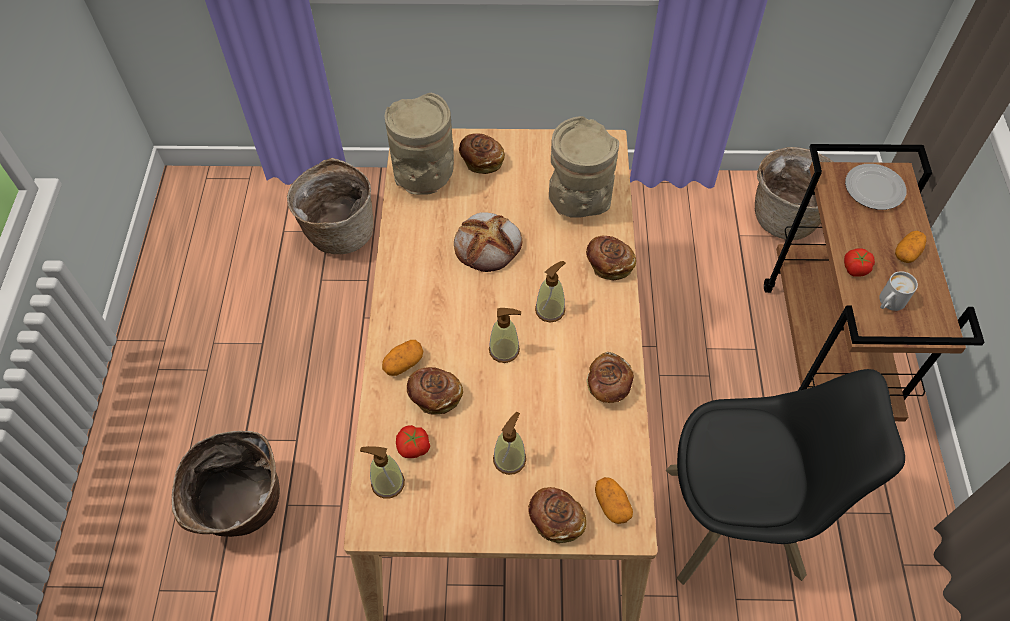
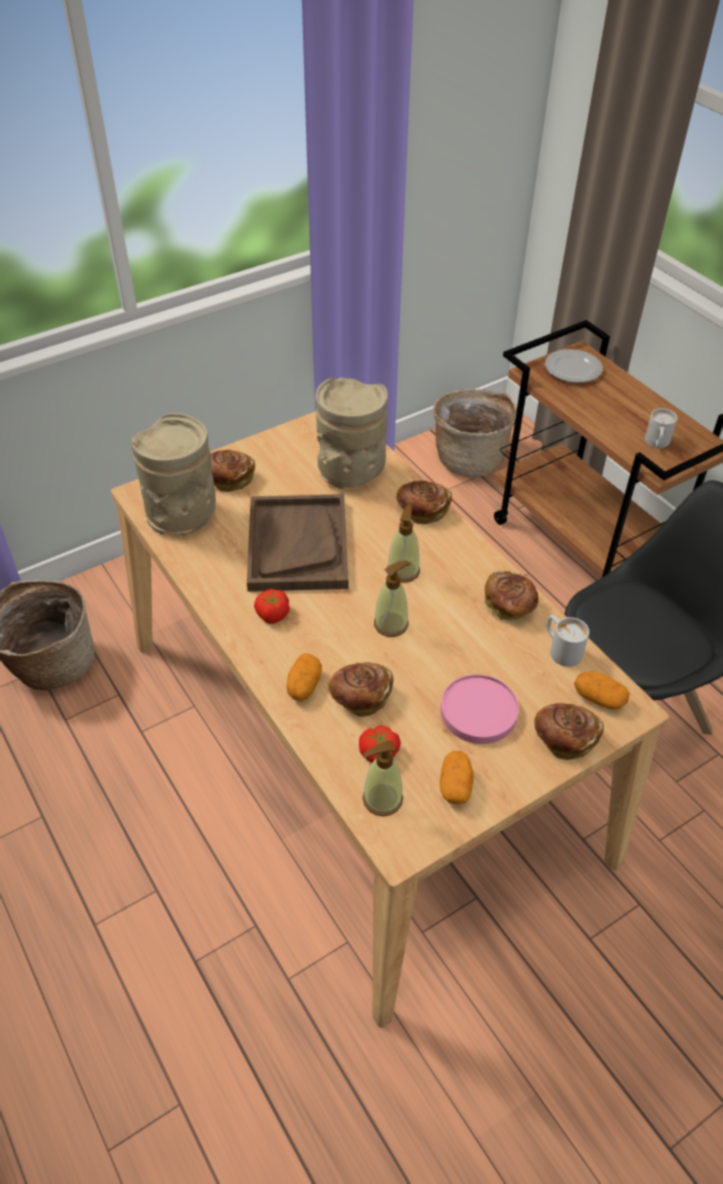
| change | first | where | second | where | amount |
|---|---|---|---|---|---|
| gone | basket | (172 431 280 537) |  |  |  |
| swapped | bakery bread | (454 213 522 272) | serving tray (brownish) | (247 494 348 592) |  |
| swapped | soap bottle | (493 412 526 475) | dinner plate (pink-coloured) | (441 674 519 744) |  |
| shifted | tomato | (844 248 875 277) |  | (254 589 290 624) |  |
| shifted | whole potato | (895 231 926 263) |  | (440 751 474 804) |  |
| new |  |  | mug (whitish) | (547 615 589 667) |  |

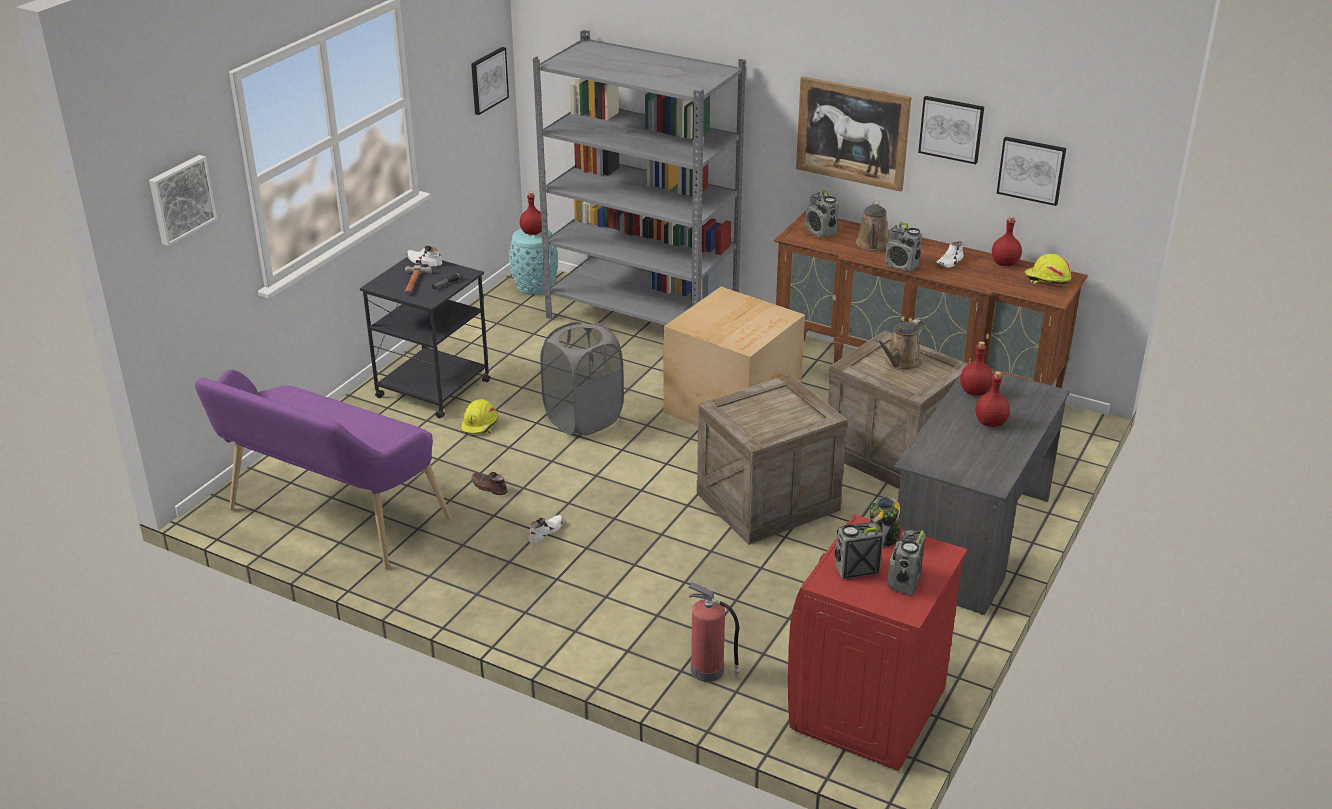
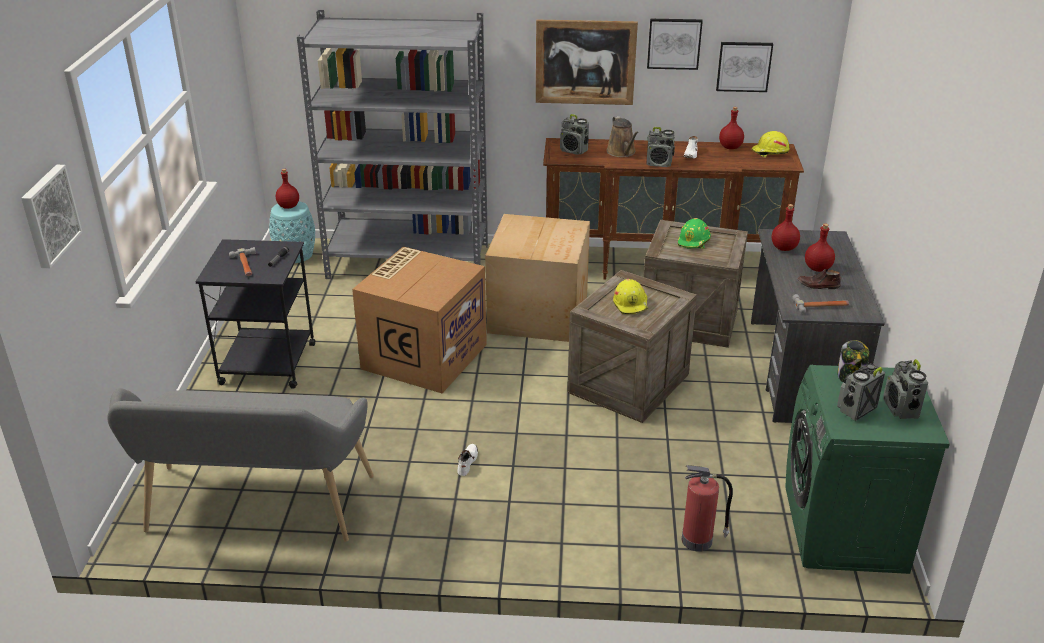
| change | first | where | second | where | amount |
|---|---|---|---|---|---|
| repainted | bench (purple-coloured) | (195 370 452 569) | bench (grey) | (107 388 374 542) |  |
| gone | shoe (whitish) | (406 246 442 266) |  |  |  |
| shifted | work helmet (yellow-coloured) | (461 399 498 434) |  | (613 279 648 314) |  |
| gone | wall picture | (471 47 509 115) |  |  |  |
| shifted | shoe (brownish) | (471 472 508 495) |  | (798 269 841 289) |  |
| swapped | laundry basket (grey) | (540 322 624 435) | cardboard box | (352 246 487 393) |  |
| repainted | laundry machine (red) | (788 514 967 771) | laundry machine (greenish) | (785 365 950 574) |  |
| swapped | sprinkling can (brownish) | (875 319 924 370) | work helmet (greenish) | (678 218 711 249) |  |
| new |  |  | hand hammer | (792 294 849 314) |  |

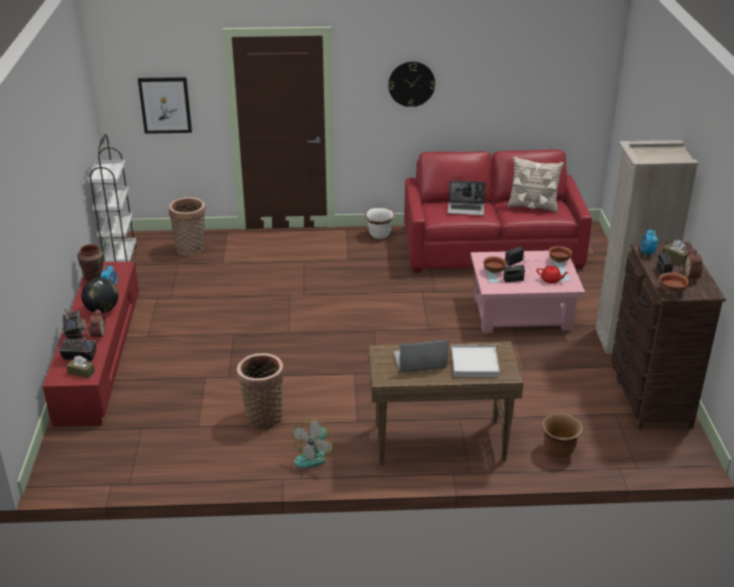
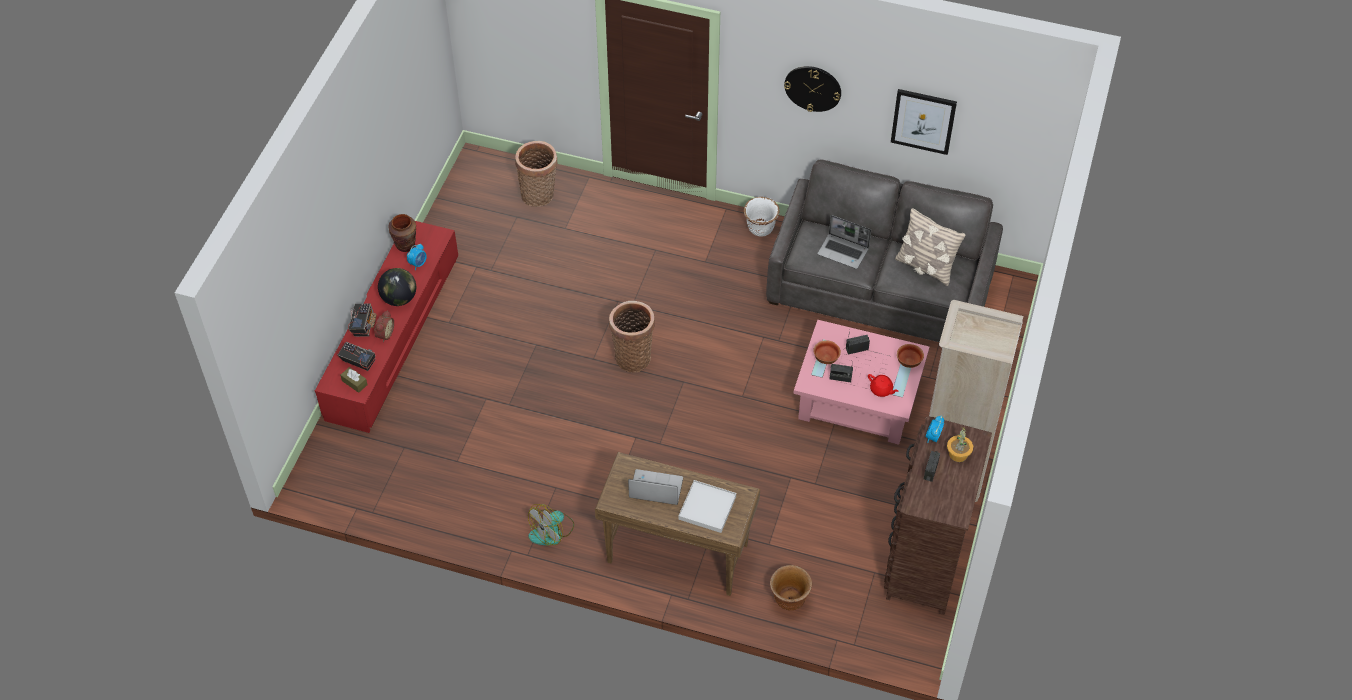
| change | first | where | second | where | amount |
|---|---|---|---|---|---|
| gone | trolley (whitish) | (88 134 137 262) |  |  |  |
| shifted | wall picture | (138 77 192 134) |  | (891 89 957 155) |  |
| shifted | basket | (237 353 284 430) |  | (609 301 655 373) |  |
| repainted | couch (red) | (404 150 592 273) | couch (grey) | (766 159 1003 342) |  |
| gone | deep dish | (659 272 689 294) |  |  |  |
| swapped | box of tissues (brownish) | (662 240 688 265) | houseplant | (947 427 973 462) |  |
| gone | bedside clock | (683 248 703 282) |  |  |  |

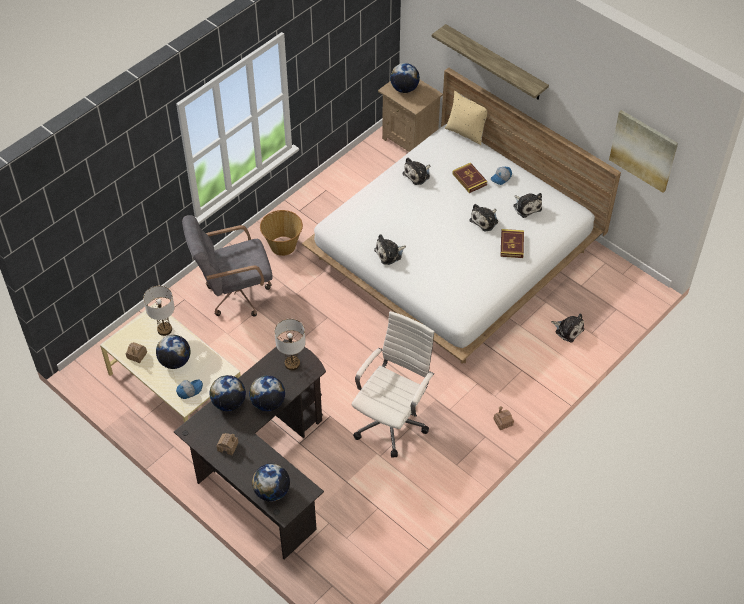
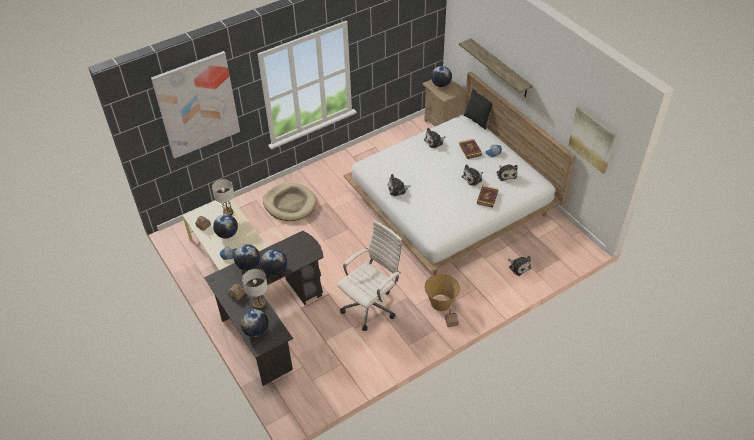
| change | first | where | second | where | amount |
|---|---|---|---|---|---|
| swapped | desk chair (grey) | (182 215 272 317) | dog cushion (beige) | (263 183 317 221) |  |
| shifted | basket | (260 210 303 256) |  | (425 274 460 311) |  |
| shifted | tabletop lamp | (274 319 306 370) |  | (242 269 268 310) |  |
| repainted | cushion (beige) | (445 91 487 145) | cushion (blackish) | (464 89 492 130) |  |
| new |  |  | wall picture | (151 51 240 159) |  |

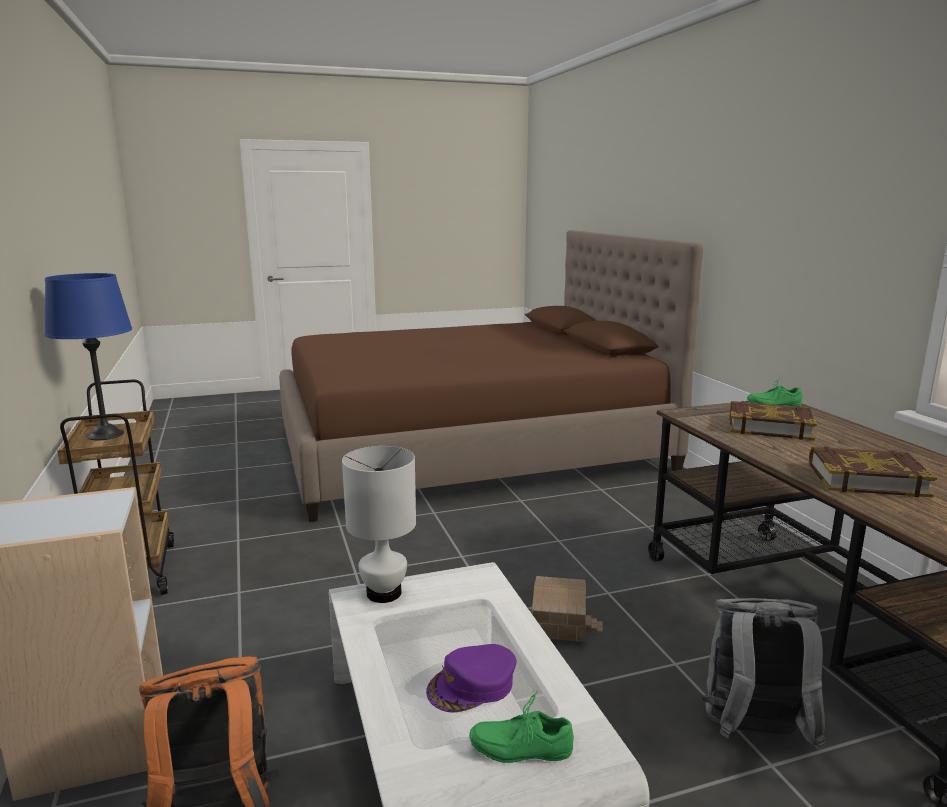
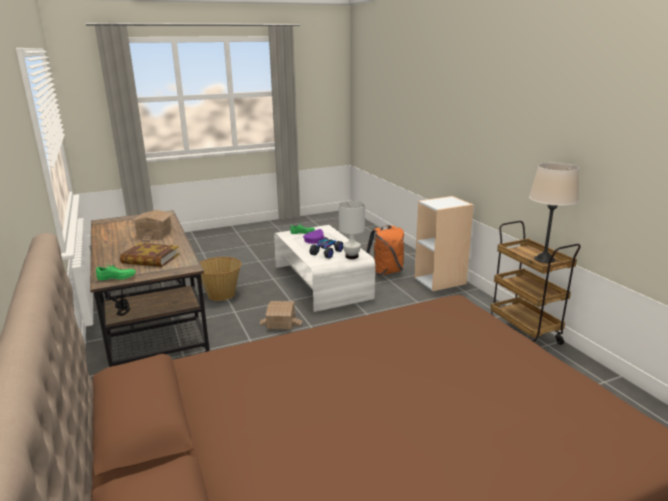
| change | first | where | second | where | amount |
|---|---|---|---|---|---|
| repainted | tabletop lamp (bluish) | (45 273 132 440) | tabletop lamp (beige) | (529 163 579 263) |  |
| swapped | rucksack (grey) | (702 598 826 750) | basket | (200 257 242 301) |  |
| swapped | bound book | (809 446 937 498) | miniature house | (132 210 172 241) |  |
| new |  |  | toy car | (310 238 343 259) |  |

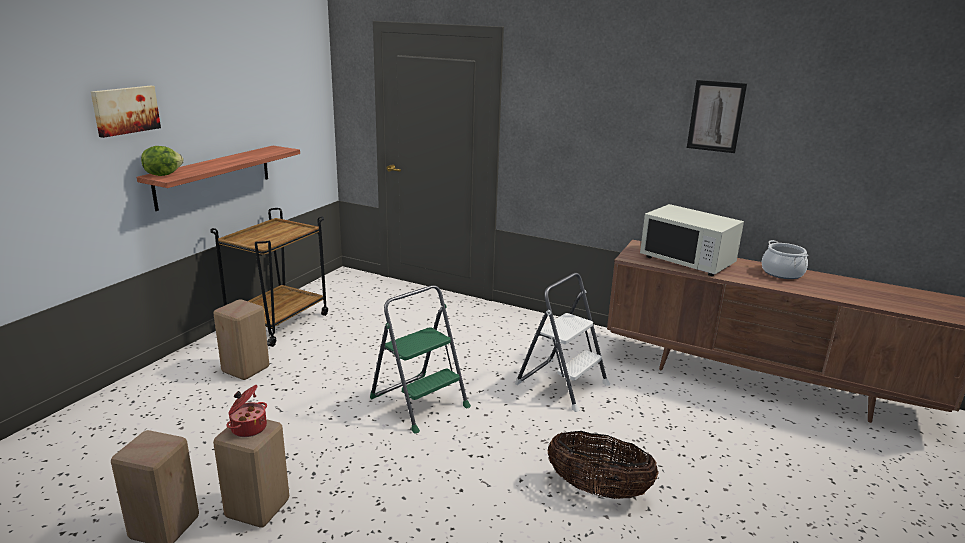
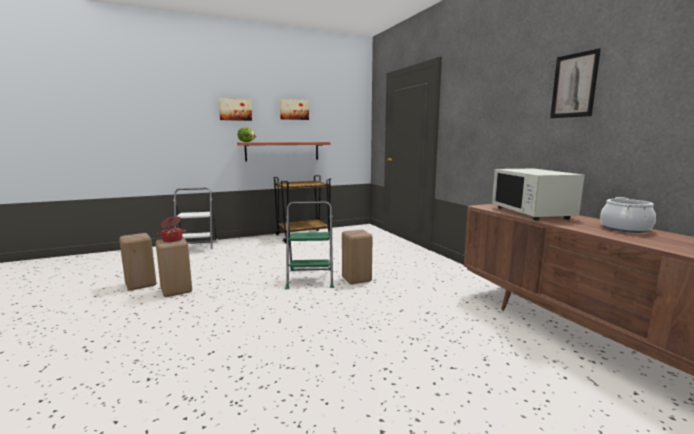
| change | first | where | second | where | amount |
|---|---|---|---|---|---|
| shifted | sitting stool (beige) | (213 299 269 380) |  | (342 230 373 284) |  |
| shifted | step stool (whitish) | (515 273 610 412) |  | (174 188 218 253) |  |
| gone | basket | (548 431 659 499) |  |  |  |
| new |  |  | wall picture | (280 99 309 120) |  |

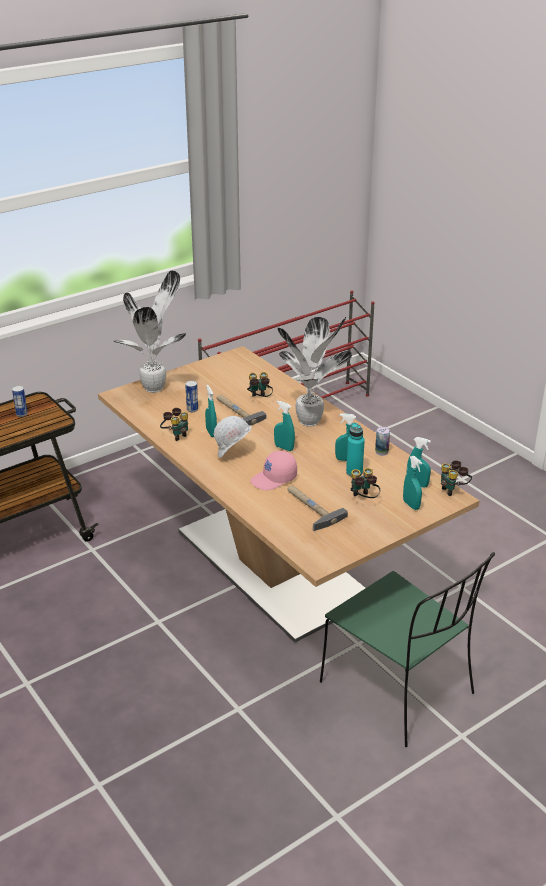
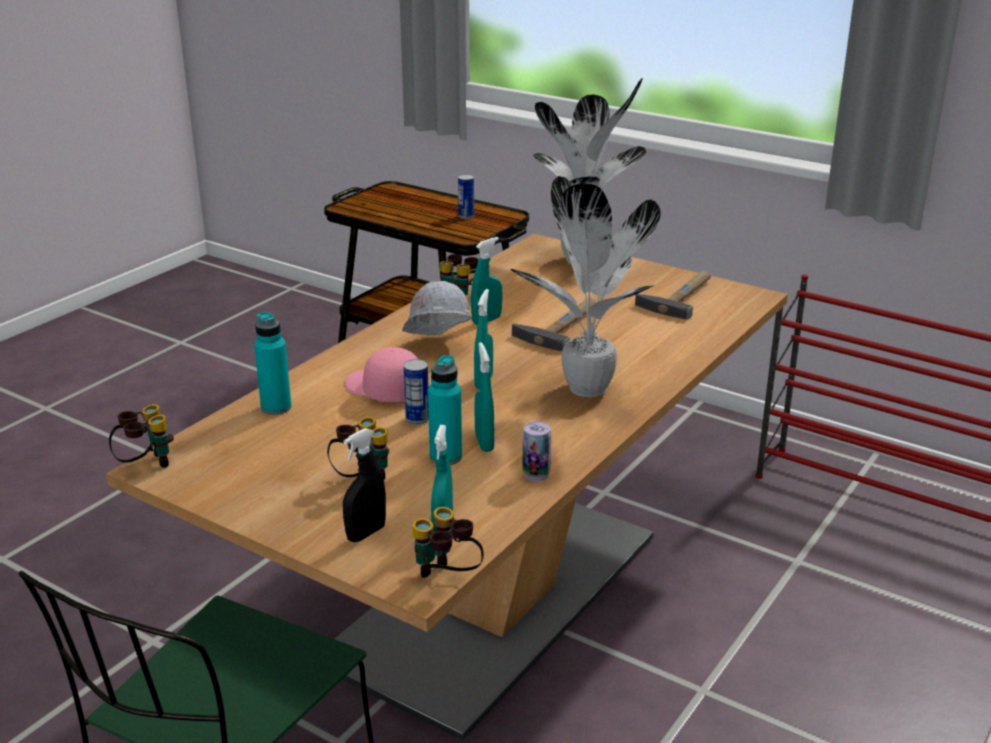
| change | first | where | second | where | amount |
|---|---|---|---|---|---|
| shifted | can | (185 381 198 412) |  | (404 359 429 425) |  |
| shifted | pair of binoculars | (247 372 273 397) |  | (109 404 174 468) |  |
| shifted | hand hammer | (287 485 348 531) |  | (635 271 711 320) |  |
| repainted | hand sprayer (turquoise-coloured) | (403 456 422 510) | hand sprayer (blackish) | (343 428 386 542) |  |
| new |  |  | beverage bottle (turquoise-coloured) | (254 312 291 415) |  |

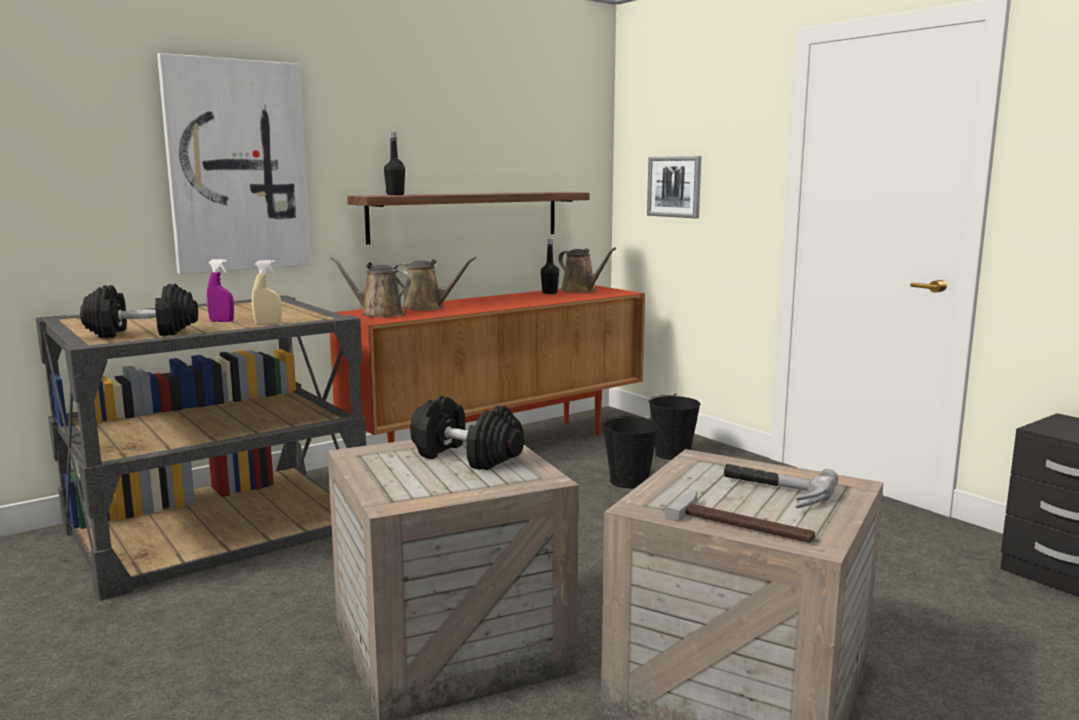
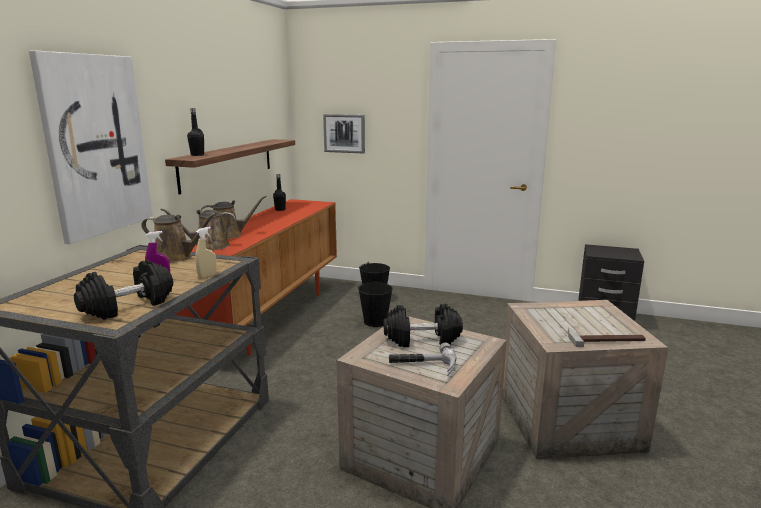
| change | first | where | second | where | amount |
|---|---|---|---|---|---|
| shifted | sprinkling can (brownish) | (558 247 616 293) |  | (141 213 216 263) |  |
| shifted | hand hammer | (724 464 838 508) |  | (389 343 456 376) |  |

